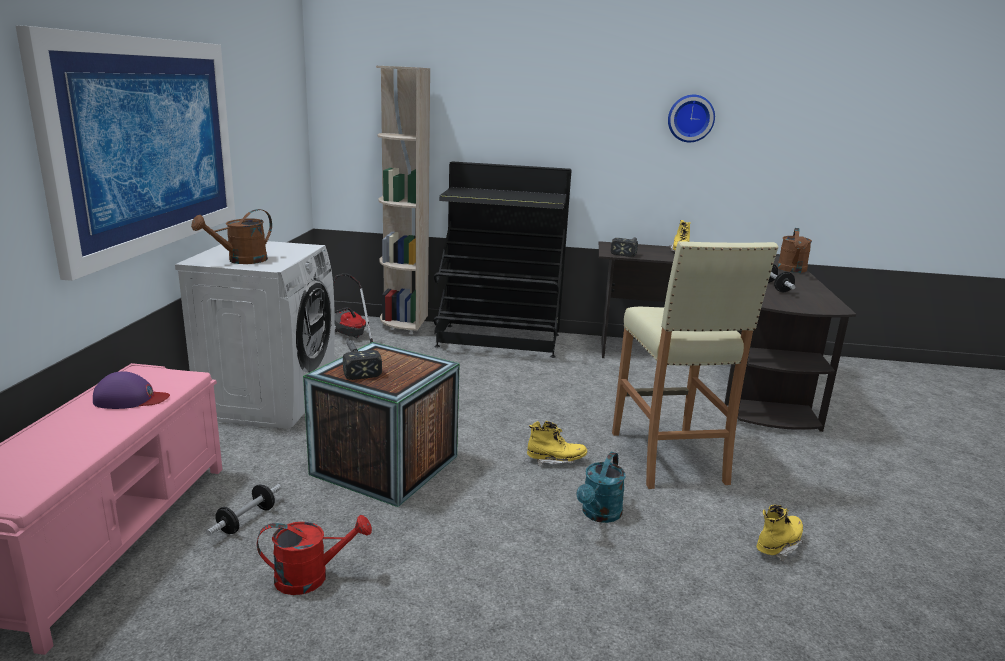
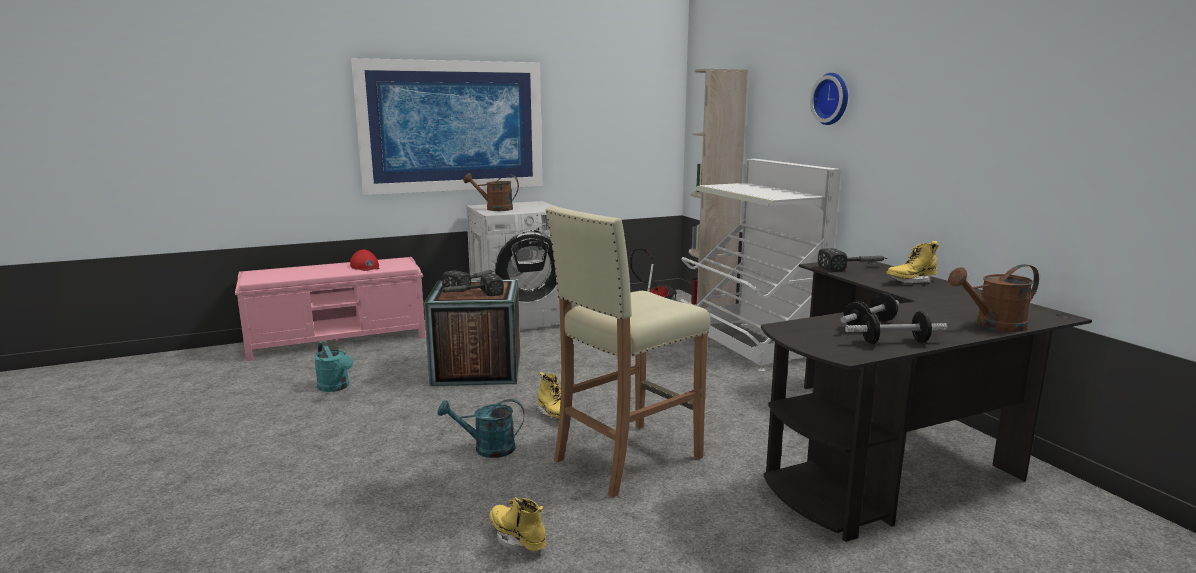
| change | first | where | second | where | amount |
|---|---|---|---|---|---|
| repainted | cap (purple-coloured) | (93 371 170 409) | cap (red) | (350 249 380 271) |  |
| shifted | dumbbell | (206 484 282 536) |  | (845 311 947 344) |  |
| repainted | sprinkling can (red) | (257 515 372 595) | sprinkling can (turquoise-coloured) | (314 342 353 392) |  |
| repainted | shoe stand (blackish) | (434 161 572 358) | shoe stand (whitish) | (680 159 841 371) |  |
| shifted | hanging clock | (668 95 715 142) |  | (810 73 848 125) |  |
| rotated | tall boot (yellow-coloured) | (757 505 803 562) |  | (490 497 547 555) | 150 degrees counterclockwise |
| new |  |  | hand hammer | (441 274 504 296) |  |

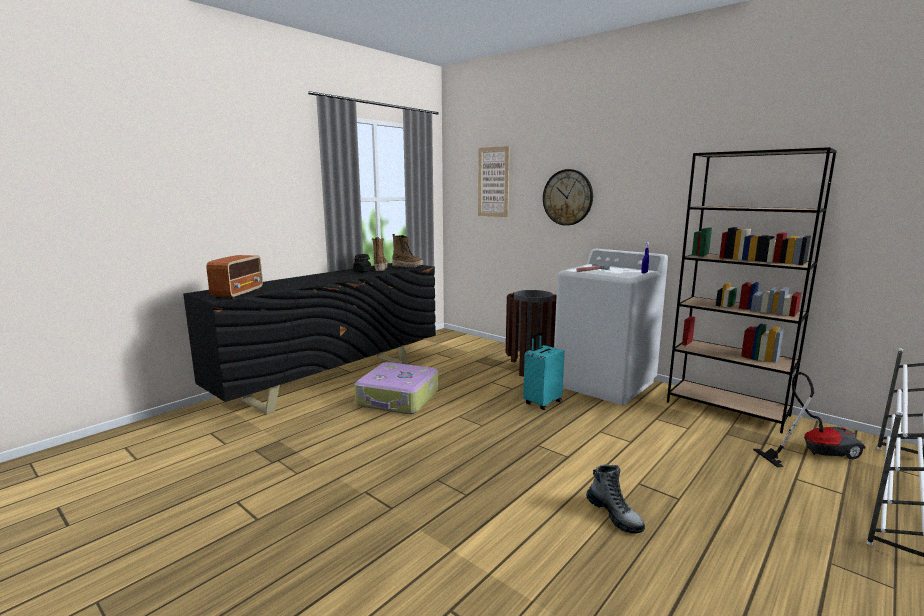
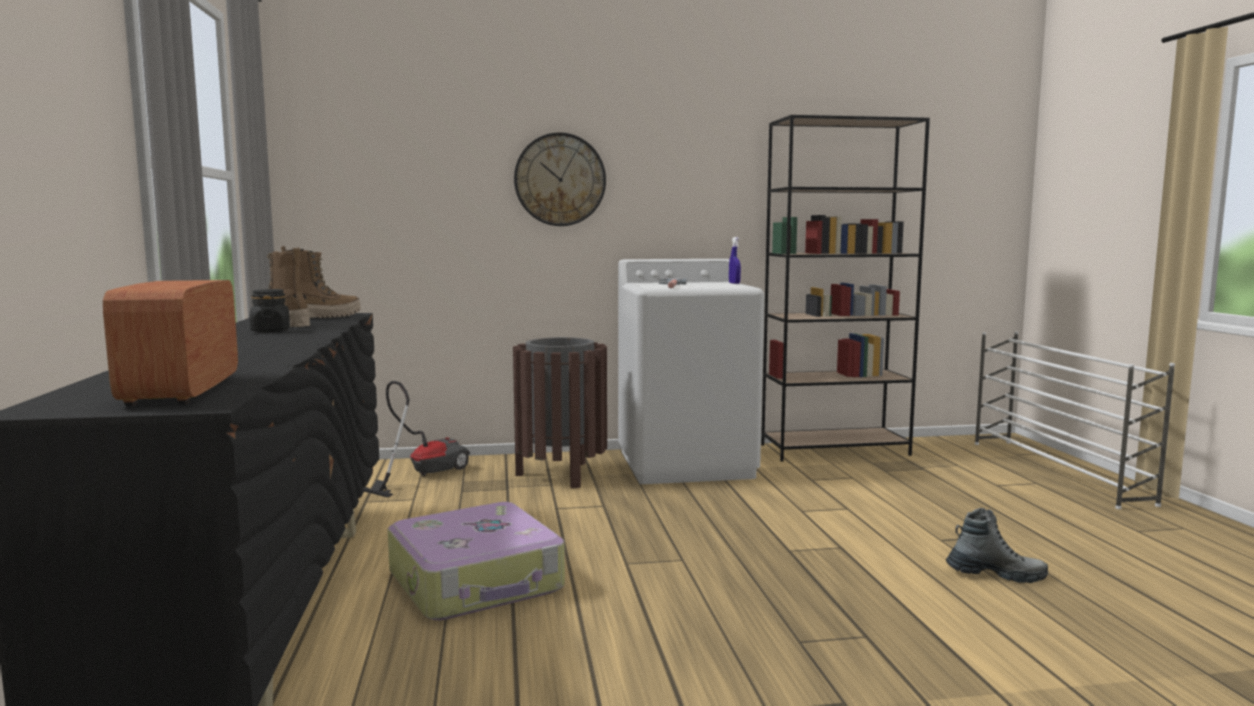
| change | first | where | second | where | amount |
|---|---|---|---|---|---|
| rotated | radio set | (206 255 263 299) |  | (103 280 238 406) | 150 degrees counterclockwise |
| gone | wall picture | (478 146 510 217) |  |  |  |
| gone | suitcase (turquoise-coloured) | (523 332 565 410) |  |  |  |
| shifted | vacuum | (753 372 865 468) |  | (363 381 470 497) |  |

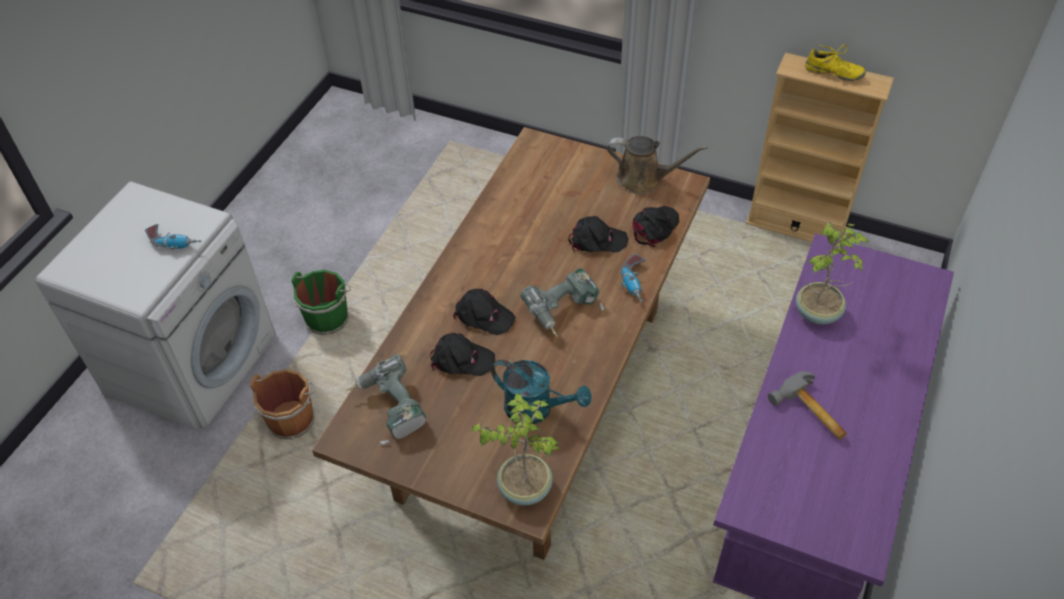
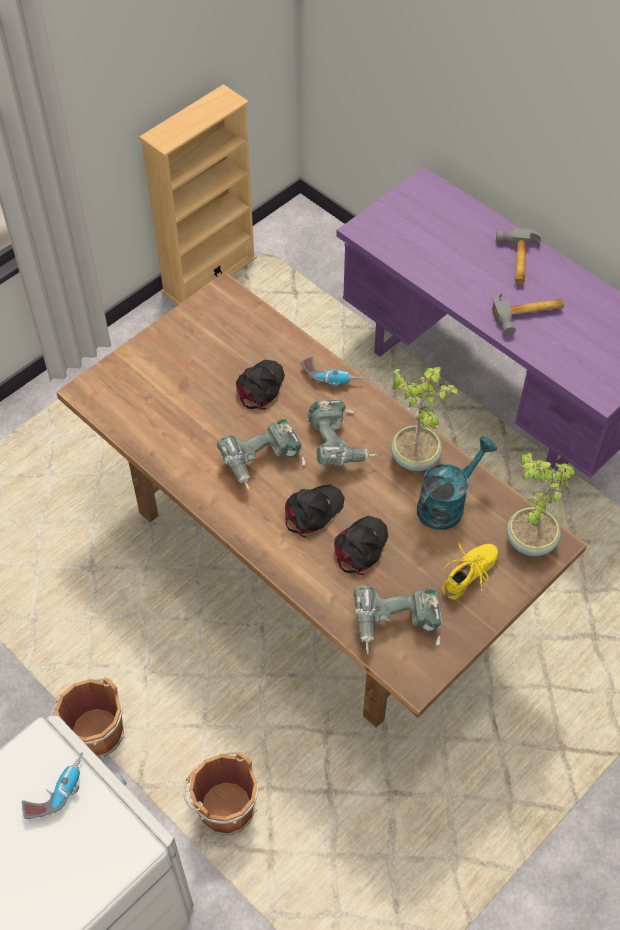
| change | first | where | second | where | amount |
|---|---|---|---|---|---|
| repainted | water bucket (greenish) | (291 270 351 335) | water bucket (brownish) | (51 677 125 759) |  |
| gone | sprinkling can (brownish) | (607 136 708 194) |  |  |  |
| gone | cap (blackish) | (633 206 679 247) |  |  |  |
| shifted | houseplant | (796 222 869 324) |  | (391 367 459 471) |  |
| shifted | shoe (yellow-coloured) | (805 44 866 81) |  | (442 543 499 600) |  |
| new |  |  | electric drill | (217 419 306 492) |  |
| new |  |  | hand hammer | (496 228 541 284) |  |

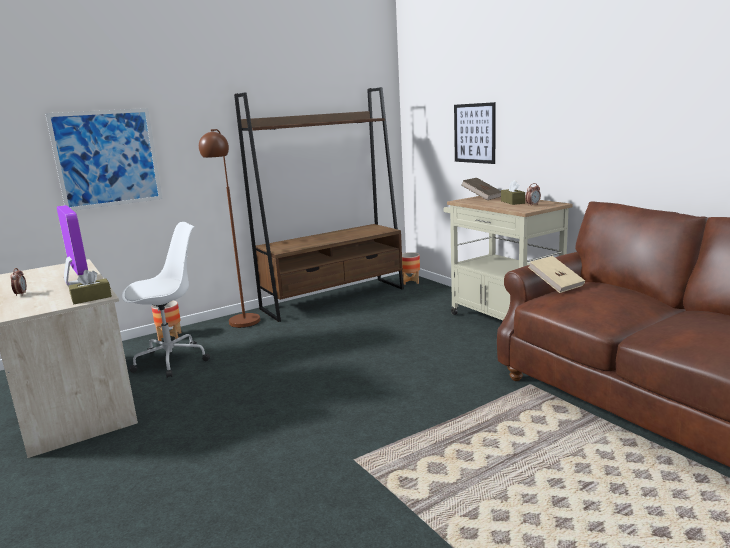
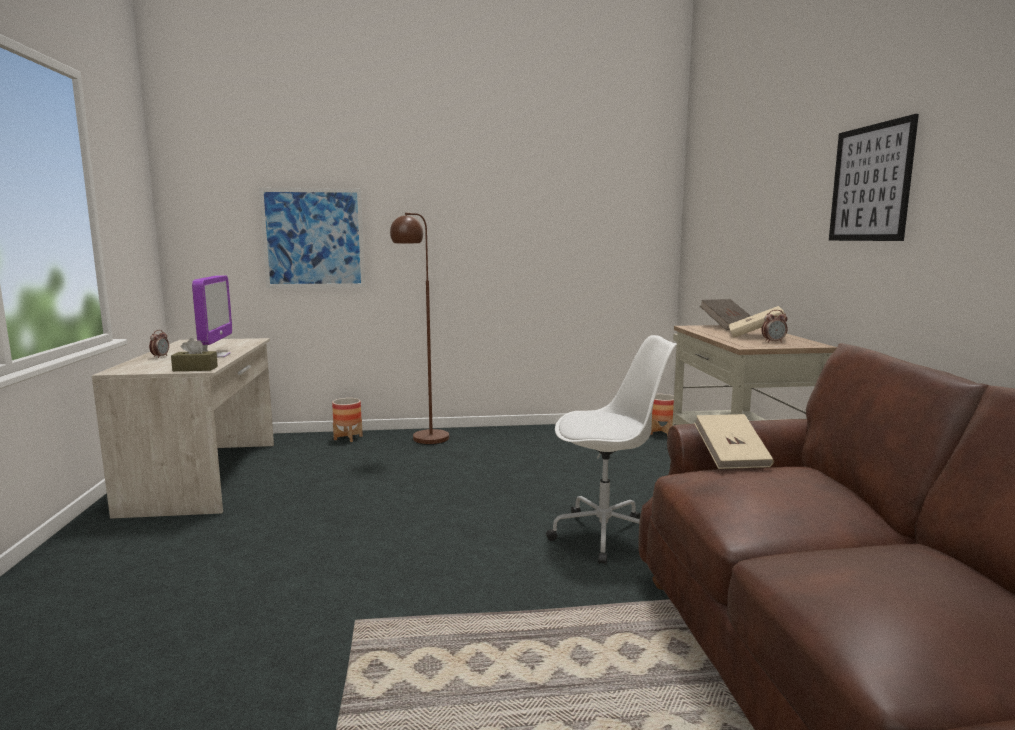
| change | first | where | second | where | amount |
|---|---|---|---|---|---|
| shifted | desk chair (whitish) | (122 222 211 378) |  | (546 335 677 564) |  |
| gone | shelving unit (brownish) | (234 87 404 322) |  |  |  |
| shifted | wall picture | (454 102 496 164) |  | (829 114 919 241) |  |
| swapped | box of tissues (brownish) | (501 180 525 205) | bound book (beige) | (728 306 785 338) |  |

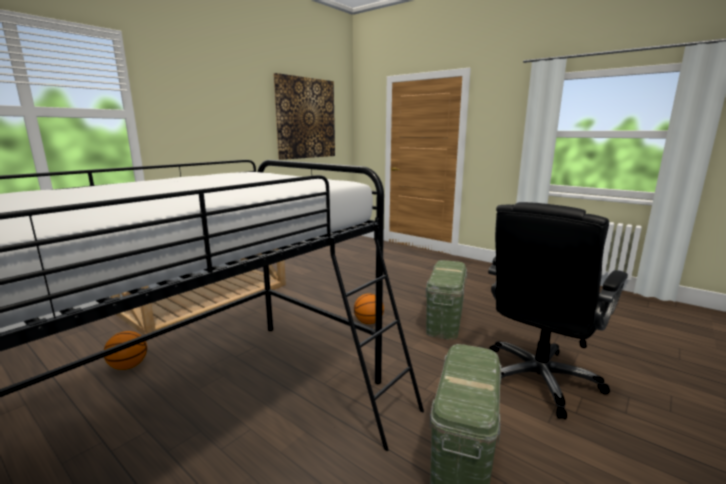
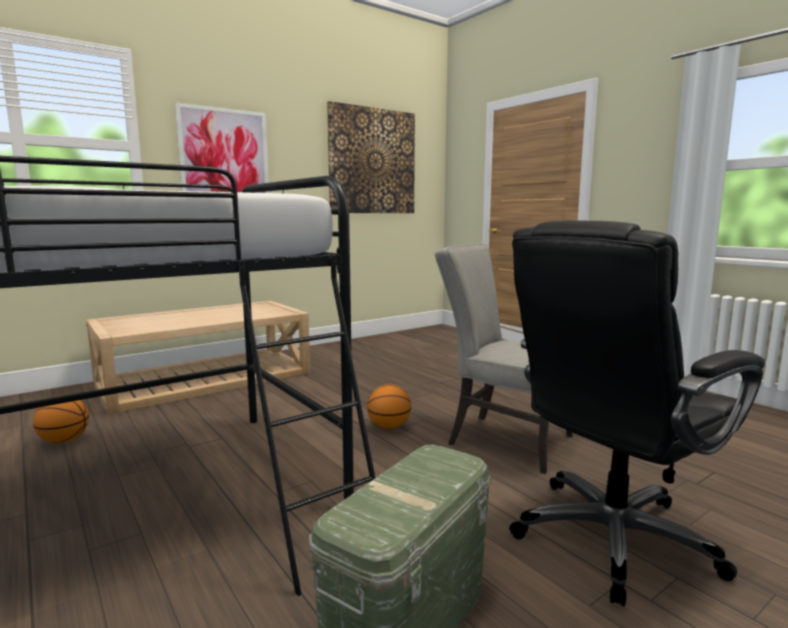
| change | first | where | second | where | amount |
|---|---|---|---|---|---|
| swapped | storage box (greenish) | (426 260 467 340) | chair (grey) | (435 244 573 474) |  |
| new |  |  | wall picture | (175 103 269 193) |  |

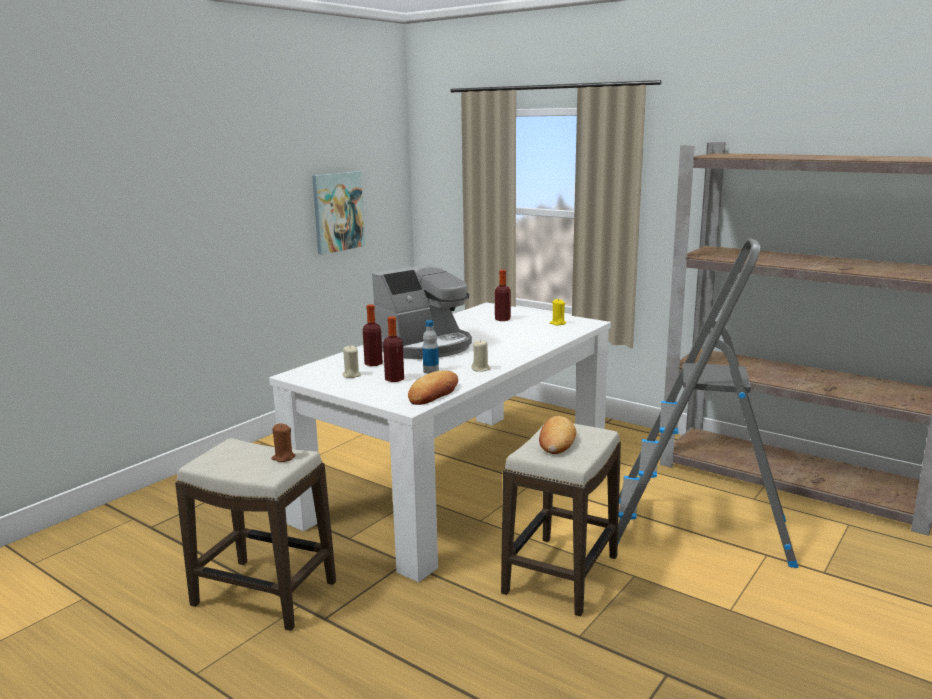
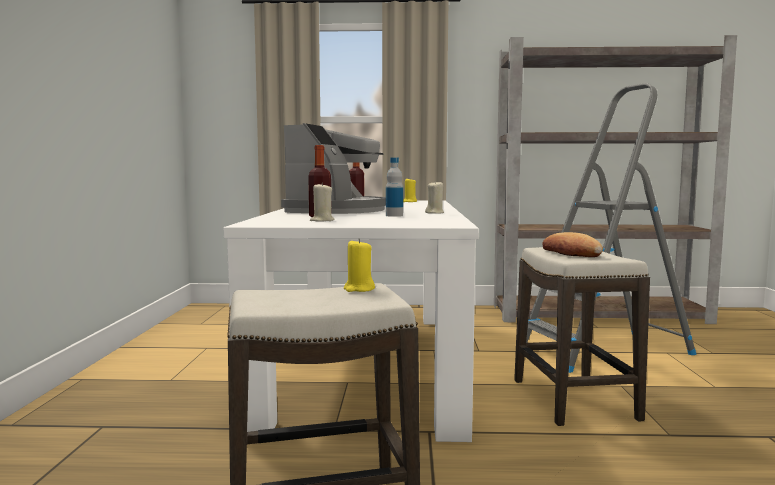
| change | first | where | second | where | amount |
|---|---|---|---|---|---|
| repainted | candle (brownish) | (271 423 296 462) | candle (yellow-coloured) | (344 239 375 292) |  |
| gone | wall picture | (312 171 365 255) |  |  |  |
| gone | beverage bottle | (383 316 404 382) |  |  |  |
| gone | bakery bread | (408 371 458 405) |  |  |  |

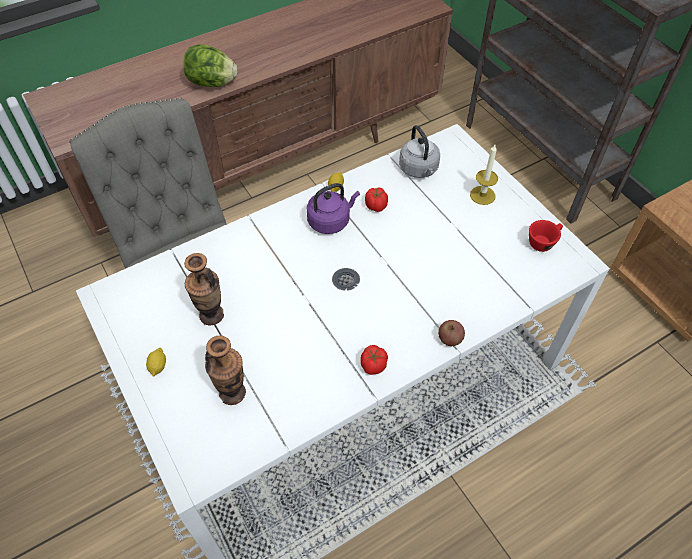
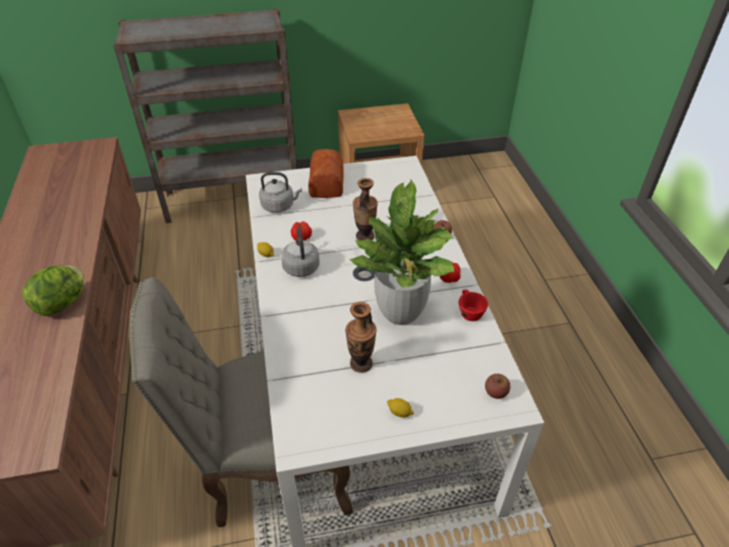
| change | first | where | second | where | amount |
|---|---|---|---|---|---|
| shifted | vase | (205 336 246 405) |  | (353 178 378 240) |  |
| repainted | water kettle (purple-coloured) | (307 183 360 234) | water kettle (grey) | (281 228 319 277) |  |
| swapped | candle | (470 145 498 205) | bakery bread | (308 149 344 198) |  |
| shifted | drinking cup (red) | (529 220 563 252) |  | (459 290 488 321) |  |
| new |  |  | houseplant | (348 179 455 325) |  |
| new |  |  | apple | (485 374 510 399) |  |

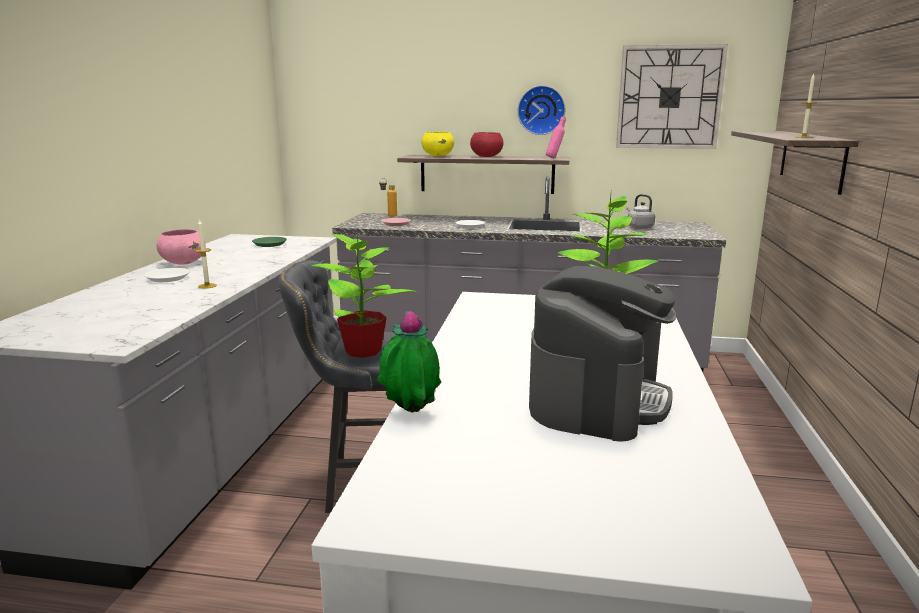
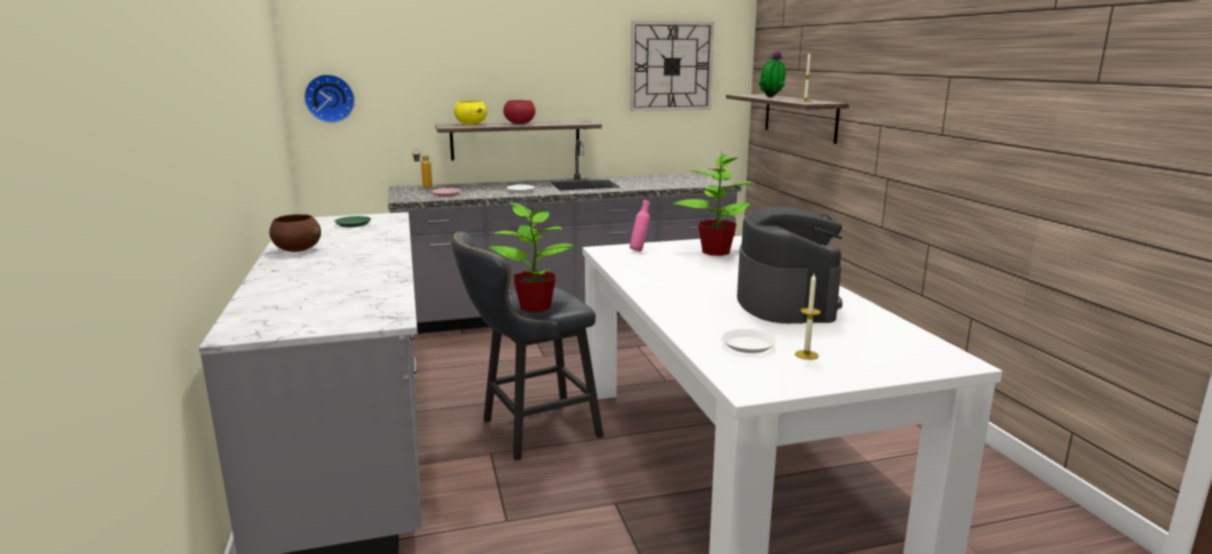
| change | first | where | second | where | amount |
|---|---|---|---|---|---|
| shifted | dinner plate (whitish) | (144 268 190 282) |  | (721 329 776 353) |  |
| repainted | deep dish (pink-coloured) | (156 229 205 264) | deep dish (brownish) | (269 214 321 252) |  |
| shifted | candle | (195 219 217 289) |  | (795 274 821 360) |  |
| shifted | houseplant | (377 311 441 413) |  | (758 49 786 98) |  |
| shifted | hanging clock | (518 85 565 135) |  | (304 74 355 123) |  |
| shifted | beverage bottle (pink-coloured) | (546 116 566 158) |  | (630 200 650 251) |  |
| gone | water kettle (grey) | (627 194 655 229) |  |  |  |

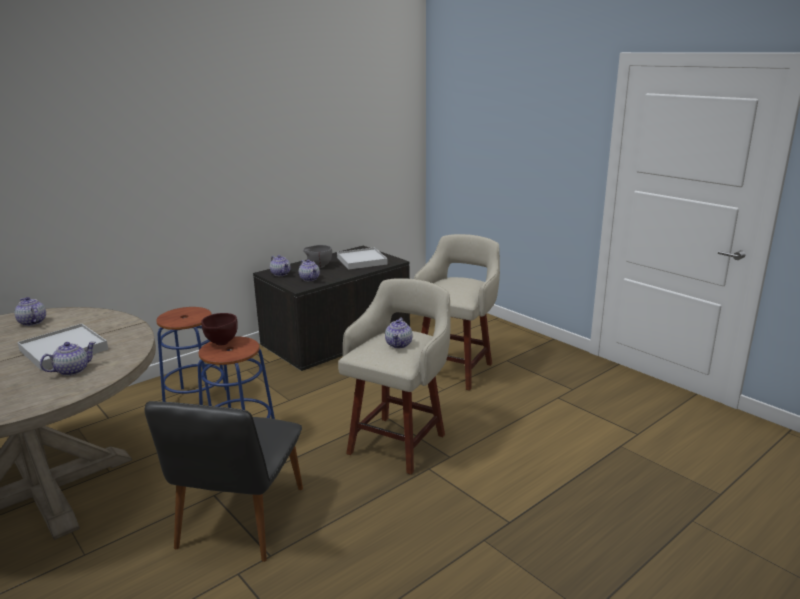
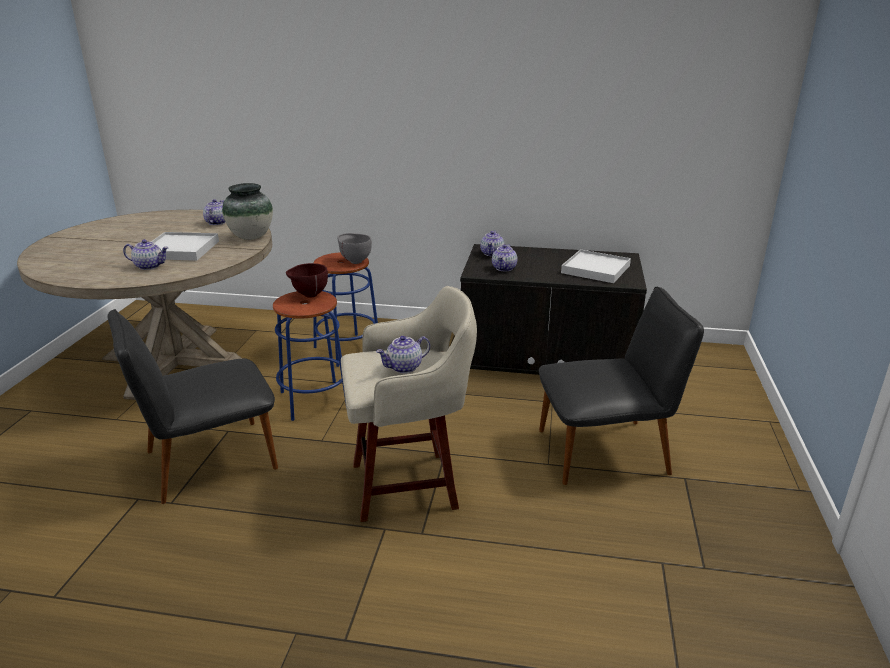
| change | first | where | second | where | amount |
|---|---|---|---|---|---|
| shifted | deep dish (grey) | (303 245 332 268) |  | (337 233 372 264) |  |
| swapped | sitting stool (beige) | (414 234 500 391) | chair (blackish) | (539 287 704 485) |  |
| new |  |  | vase | (222 183 273 240) |  |

